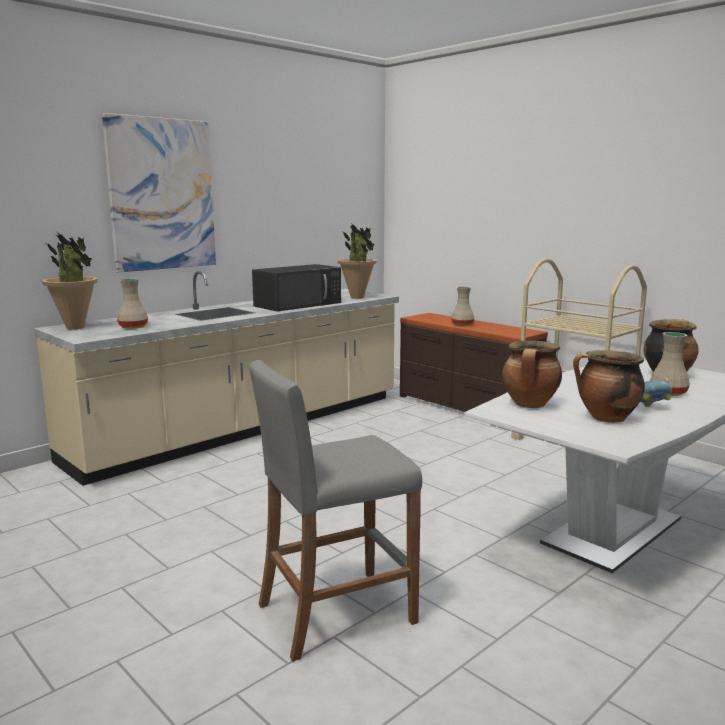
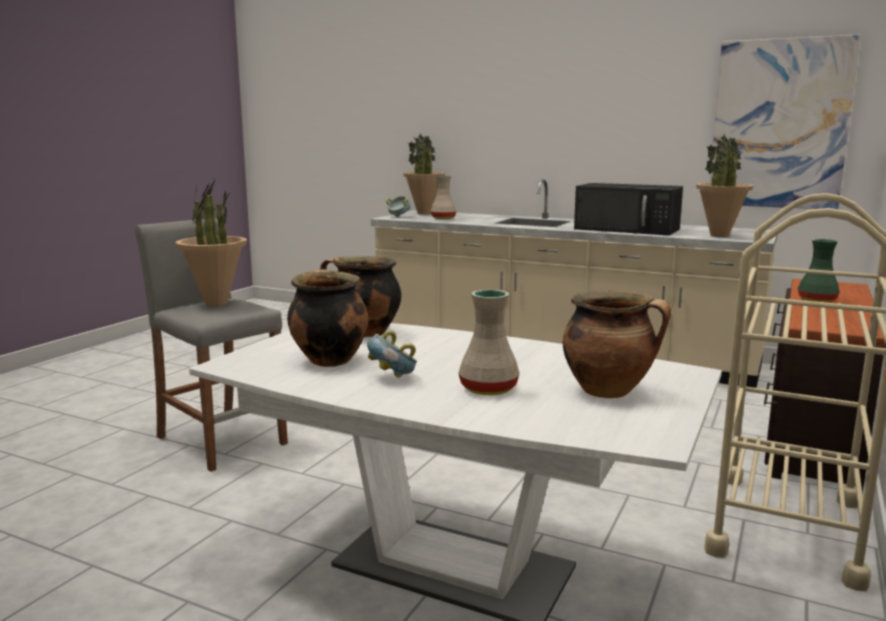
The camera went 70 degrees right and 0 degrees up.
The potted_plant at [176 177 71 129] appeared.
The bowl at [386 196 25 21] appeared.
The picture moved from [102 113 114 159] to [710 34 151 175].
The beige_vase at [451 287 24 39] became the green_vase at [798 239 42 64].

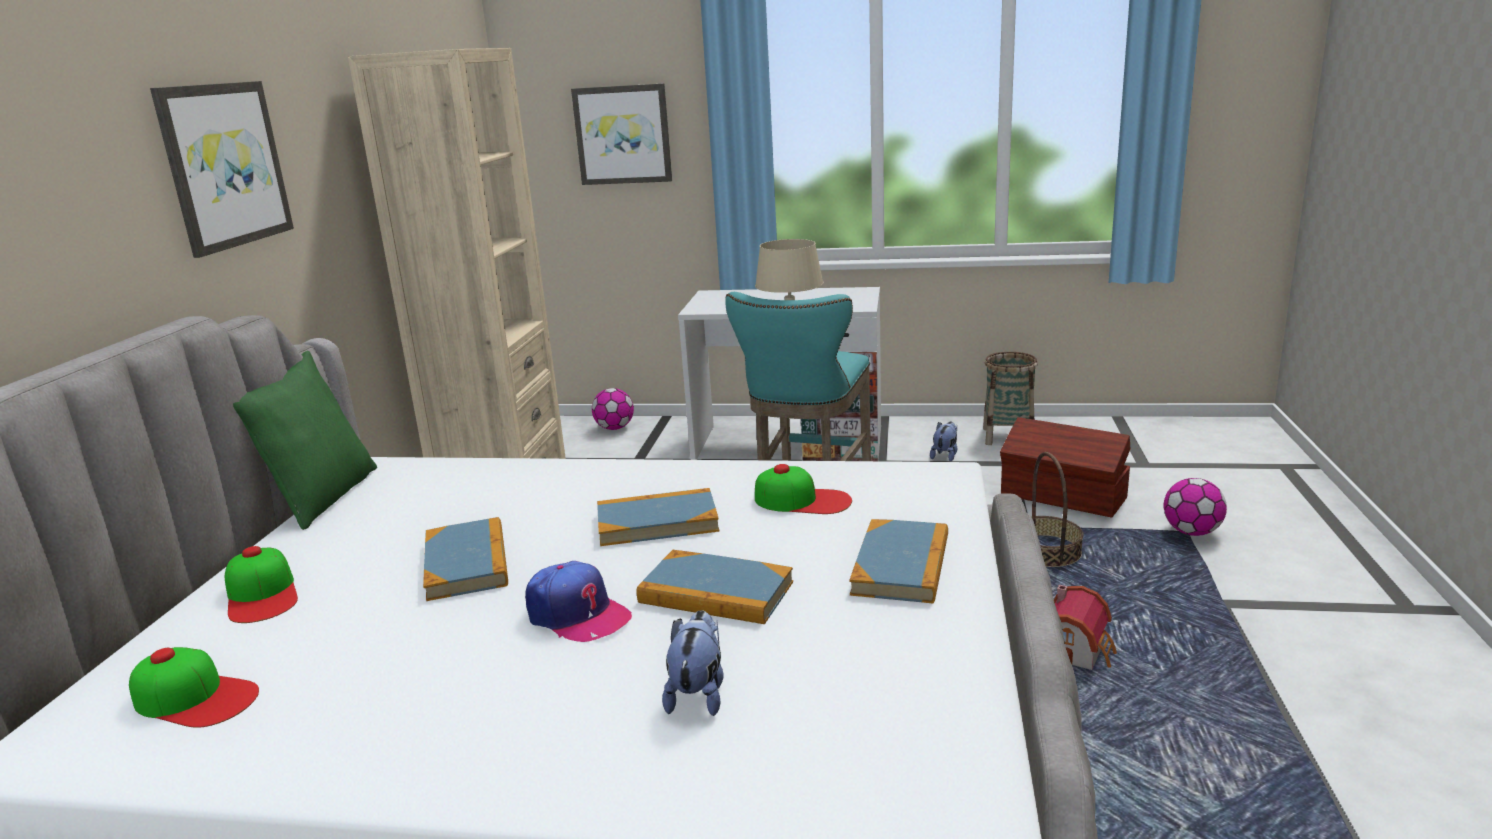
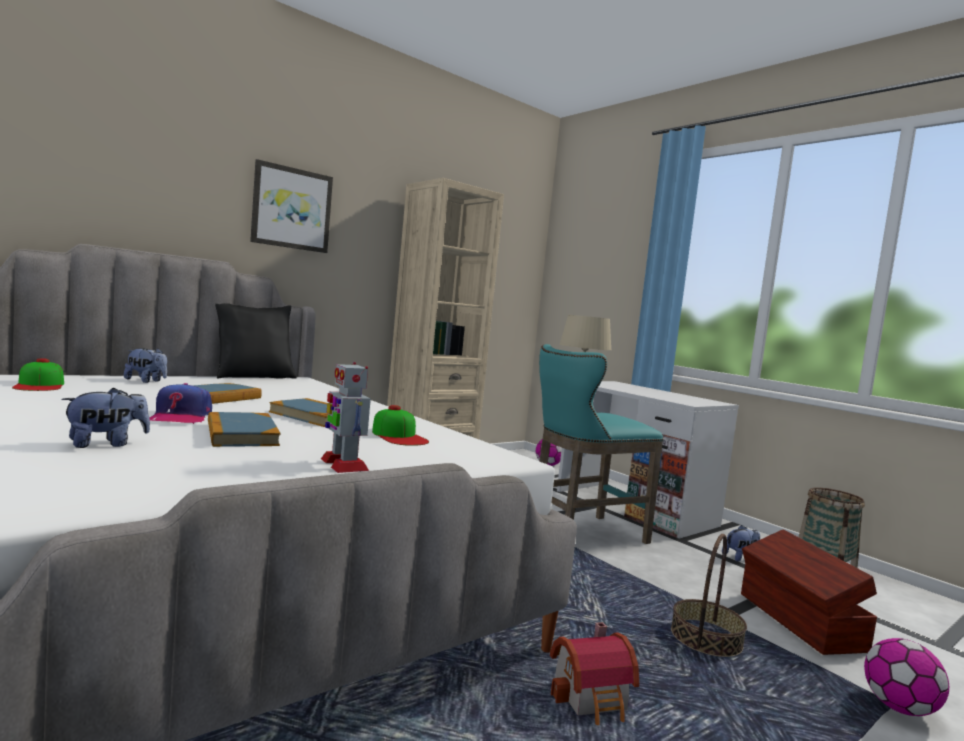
The camera went 40 degrees right and 15 degrees down.
The picture at [571 83 101 102] disappeared.
The cap at [225 546 73 77] was replaced by the plush_toy at [124 348 43 35].
The book at [849 519 99 84] was replaced by the toy_robot at [321 362 50 111].
The green_pillow at [233 351 144 179] became the black_pillow at [215 303 82 76].

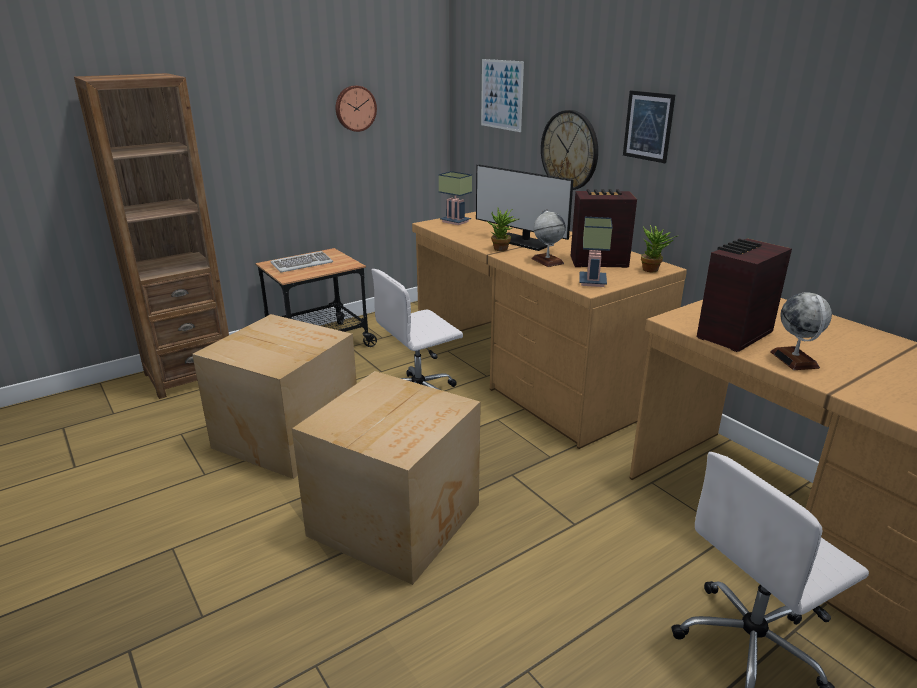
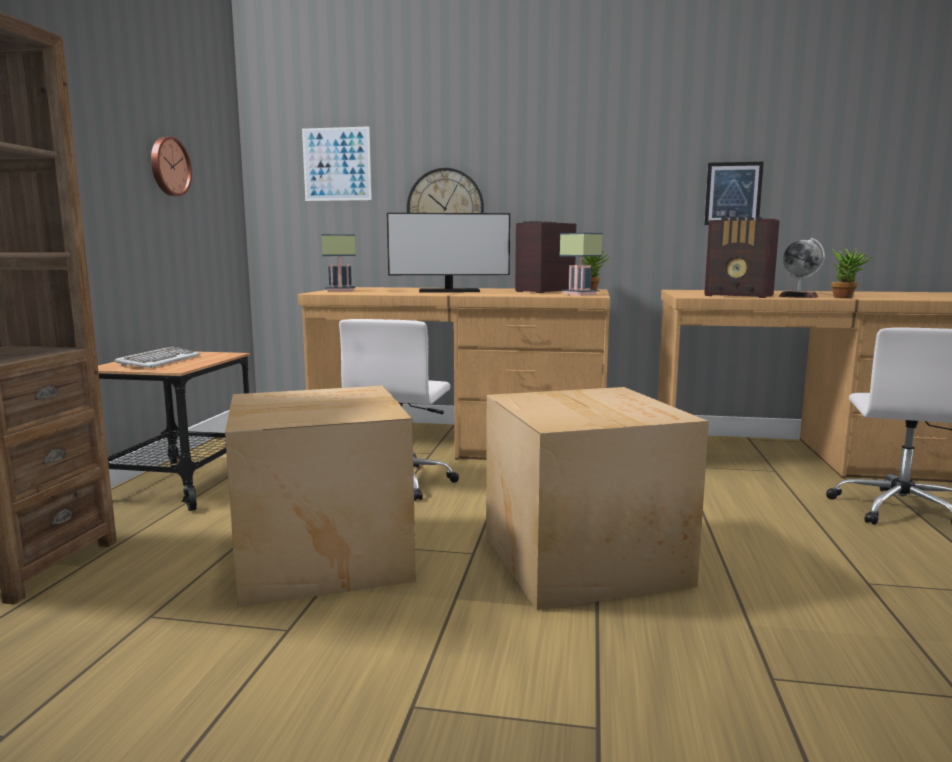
The camera went 45 degrees left and 15 degrees down.
The globe at [532 209 34 58] disappeared.
The potted_plant moved from [487 208 32 43] to [831 248 43 50].
The picture moved from [623 90 52 73] to [704 162 60 63].
The radio at [697 238 95 114] turned 60 degrees counterclockwise.

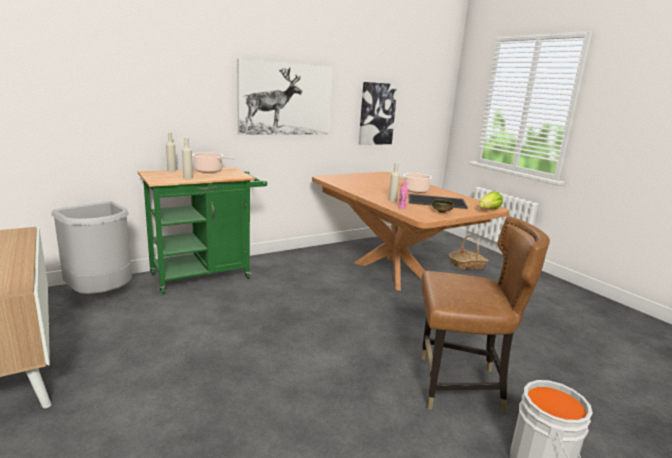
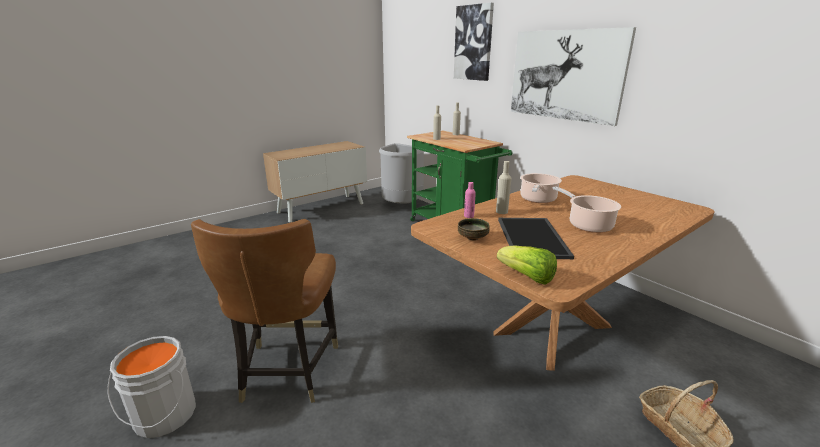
The camera went 85 degrees right and 5 degrees up.
The cooking_pot moved from [192 152 43 21] to [520 173 42 30].
The picture moved from [359 82 39 63] to [454 3 40 78].

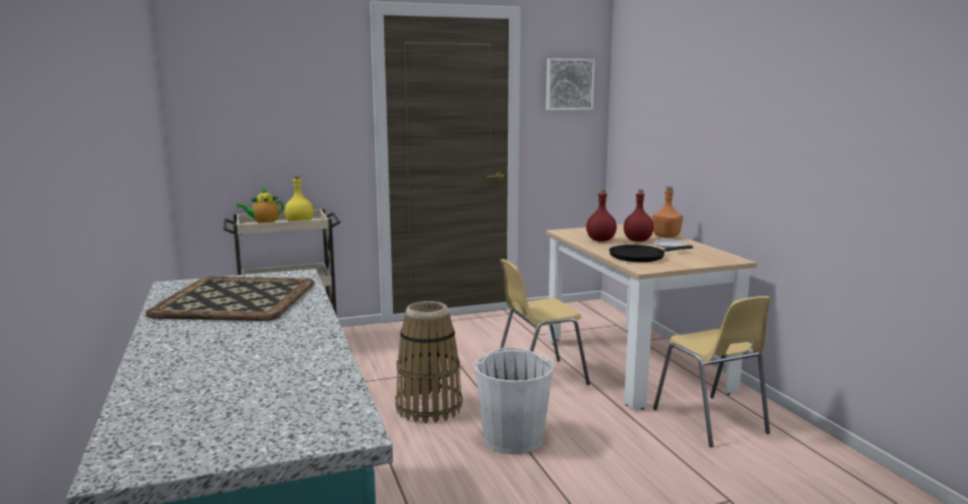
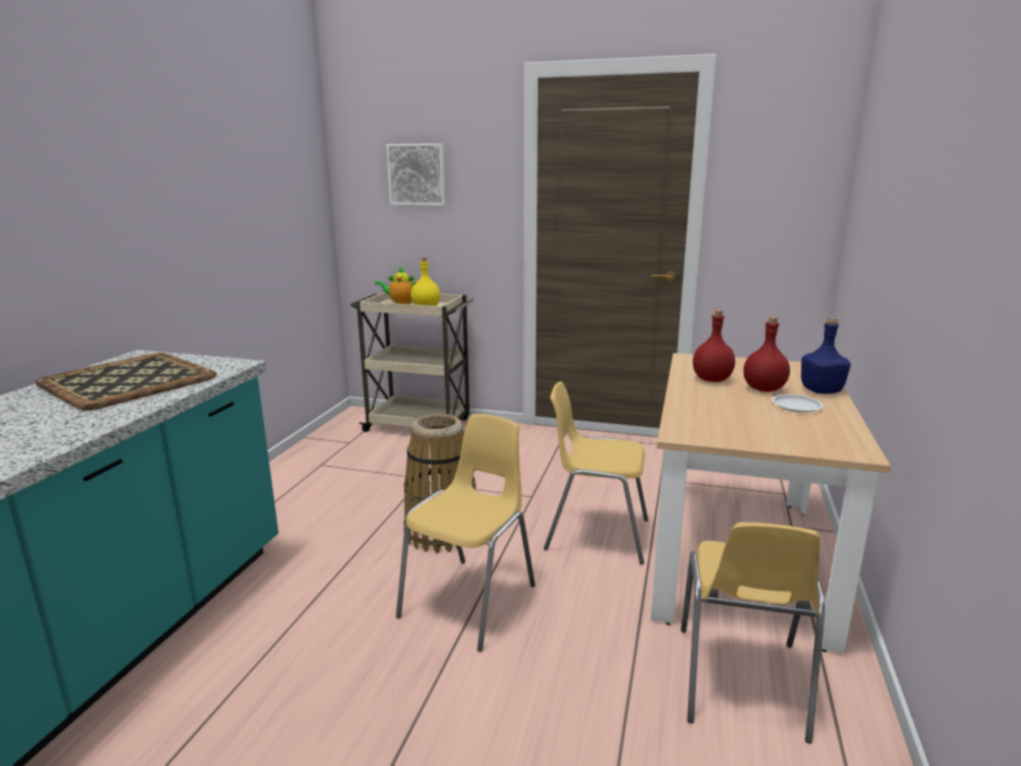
The camera went 35 degrees right and 5 degrees up.
The black_frying_pan at [609 245 84 17] disappeared.
The picture moved from [546 58 49 52] to [386 143 60 63].
The white_bucket at [474 347 80 107] was replaced by the yellow_chair at [396 414 139 238].
The orange_bottle at [652 187 31 51] became the blue_bottle at [801 317 50 77].

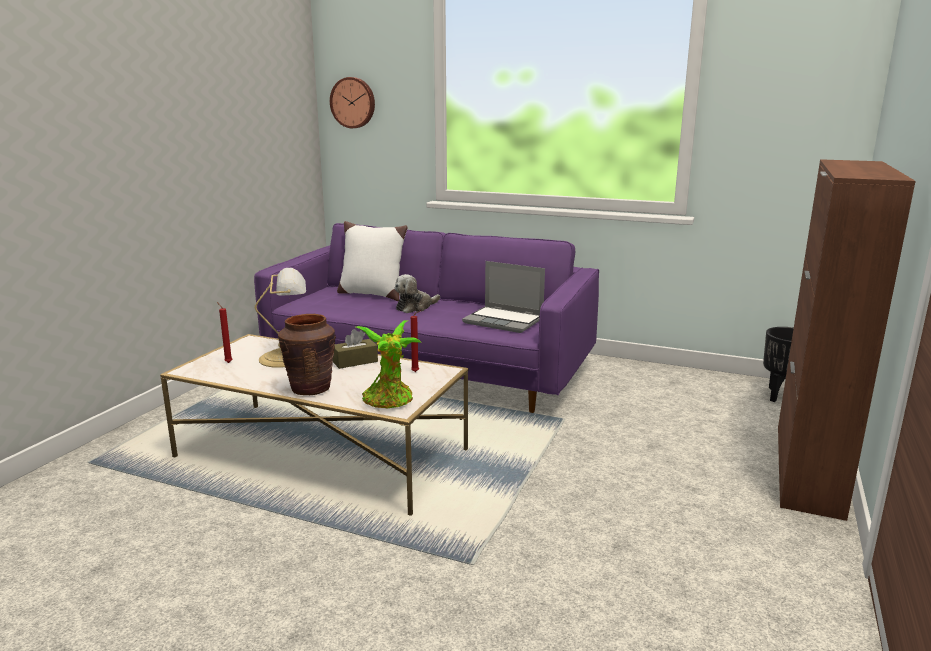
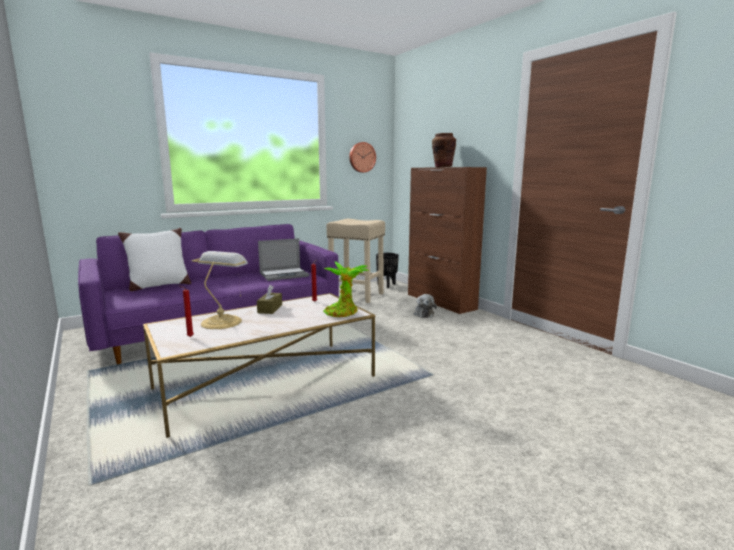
The camera went 55 degrees left and 5 degrees down.
The beige_stool at [327 219 58 84] appeared.
The brown_vase moved from [278 314 58 81] to [432 133 24 34].
The wall_clock moved from [330 77 45 51] to [349 142 27 31].
The plush_toy moved from [394 274 46 39] to [414 294 23 24].

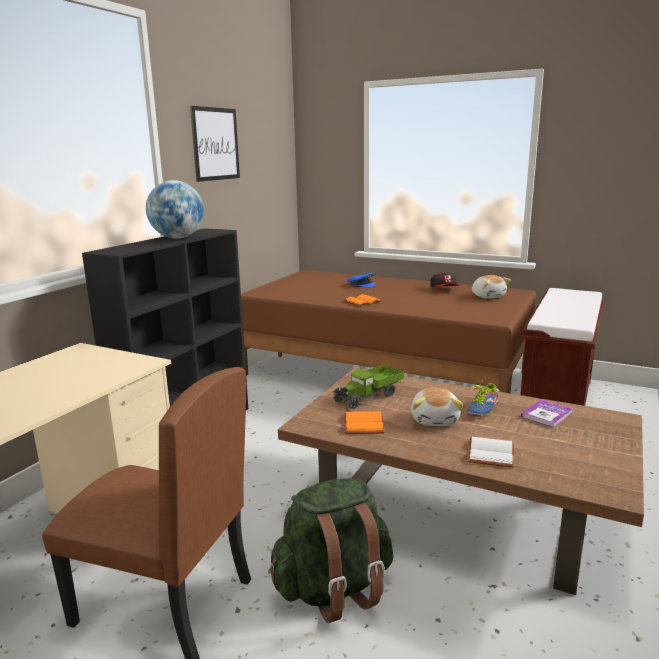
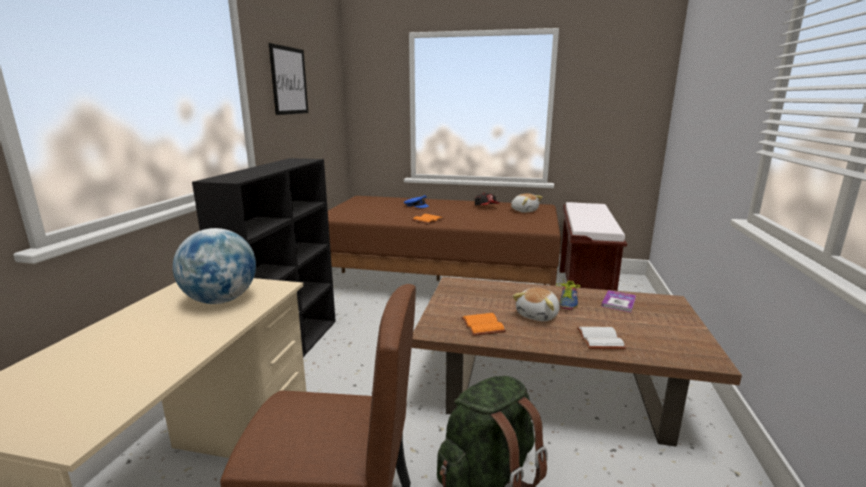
The camera went 15 degrees left and 0 degrees up.
The toy_truck at [333 365 71 44] disappeared.
The globe moved from [146 180 58 58] to [173 228 83 76].
The plush_toy at [411 388 52 38] turned 45 degrees clockwise.

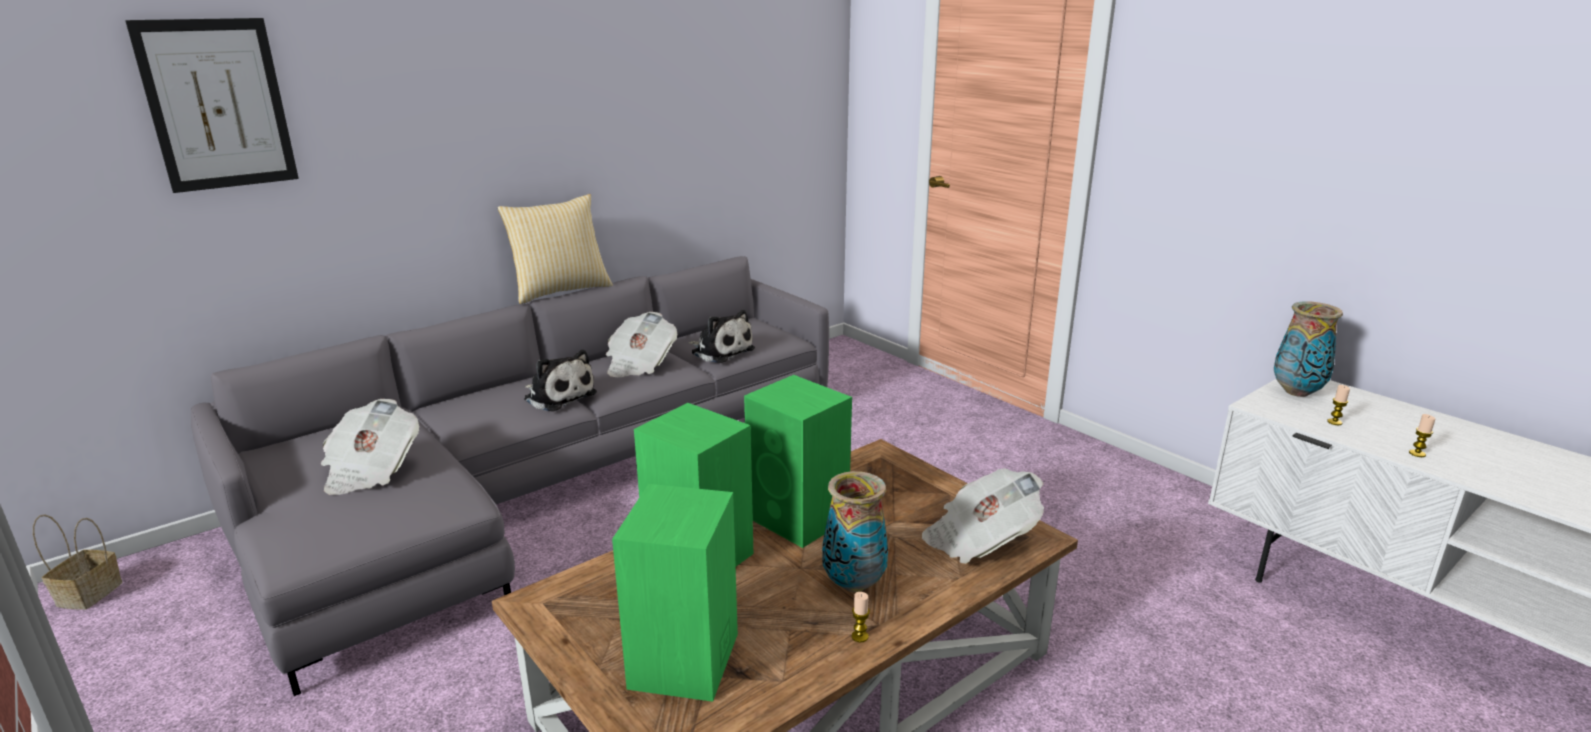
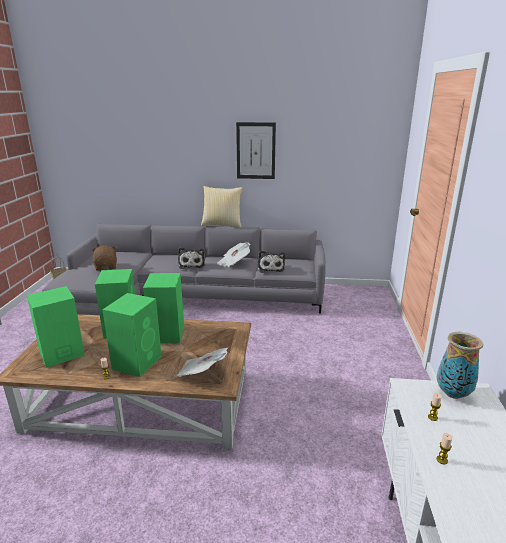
The camera went 45 degrees right and 0 degrees up.
The picture moved from [125 18 174 175] to [236 122 40 57].
The newspaper at [321 399 99 96] was replaced by the brown_plush_toy at [91 245 26 26].
The vase at [822 471 66 121] was replaced by the green_speaker at [102 293 60 84].

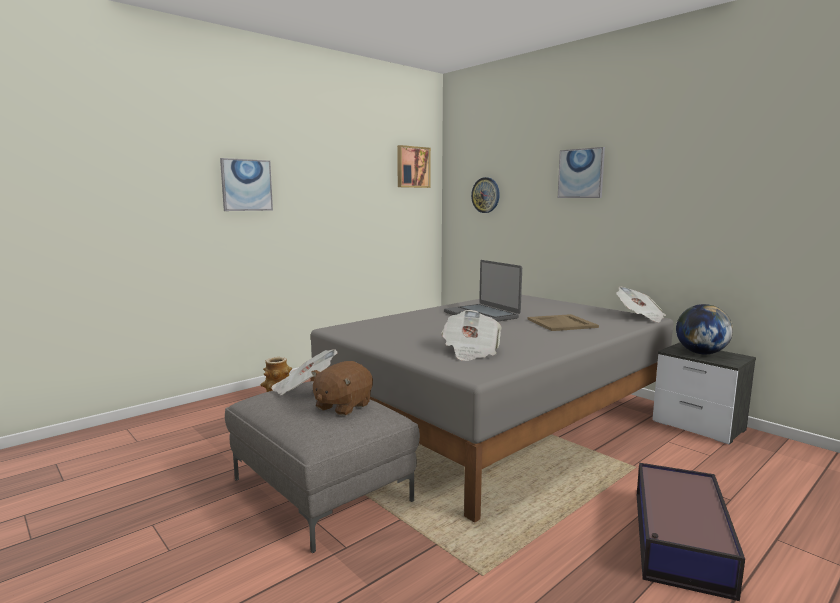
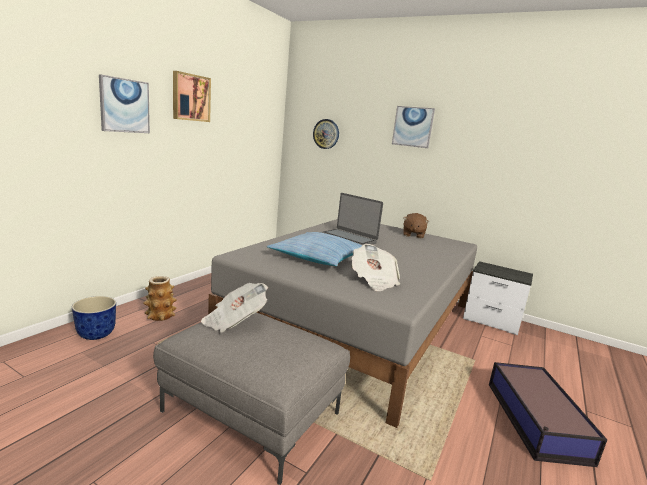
The camera went 20 degrees left and 5 degrees up.
The beige_tray at [527 314 72 17] disappeared.
The newspaper at [616 287 50 35] disappeared.
The globe at [676 304 57 50] disappeared.
The planter at [72 296 44 44] appeared.
The pillow at [267 232 95 34] appeared.
The brown_plush_toy moved from [311 361 62 55] to [403 213 26 26].
The picture moved from [397 145 34 43] to [173 71 38 51].

